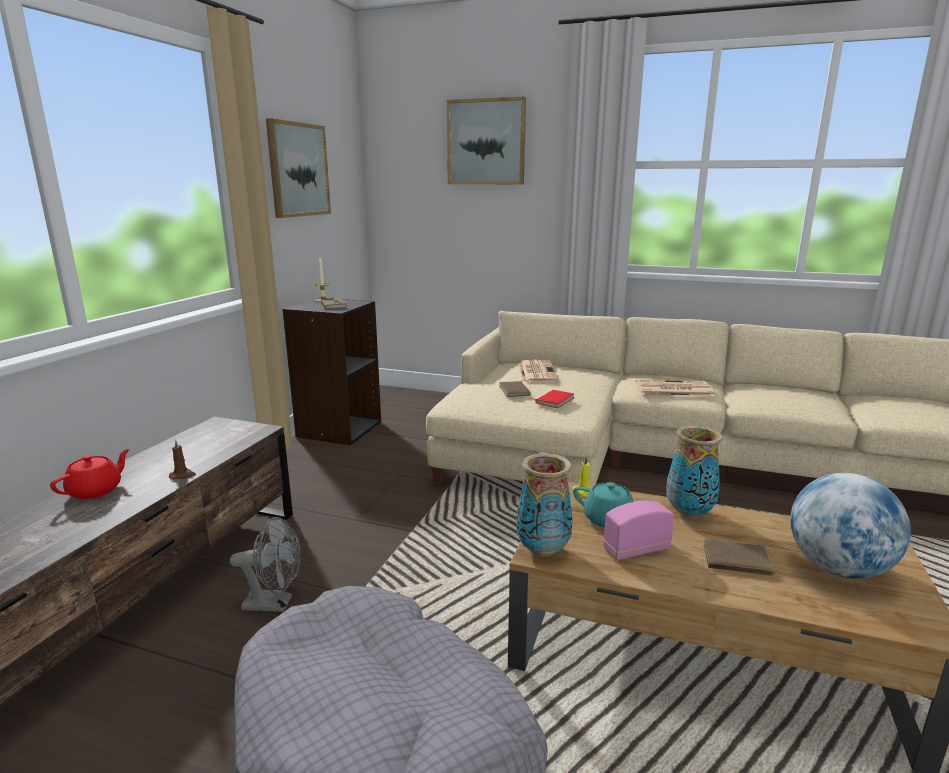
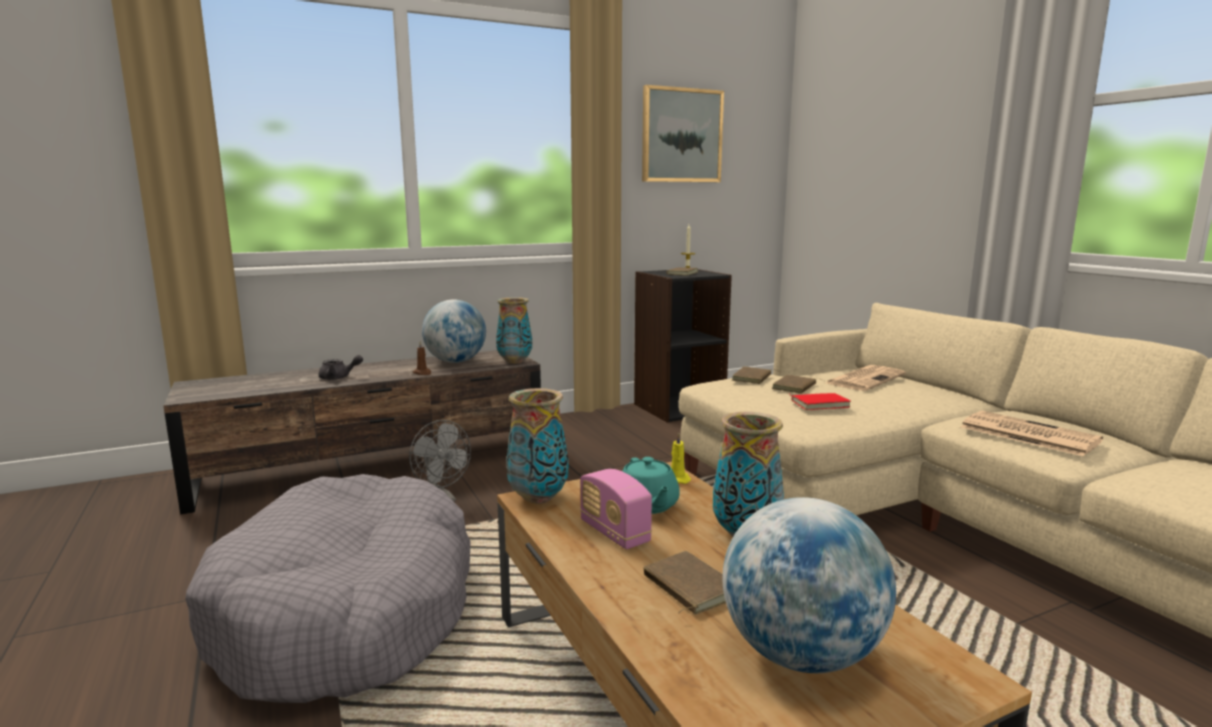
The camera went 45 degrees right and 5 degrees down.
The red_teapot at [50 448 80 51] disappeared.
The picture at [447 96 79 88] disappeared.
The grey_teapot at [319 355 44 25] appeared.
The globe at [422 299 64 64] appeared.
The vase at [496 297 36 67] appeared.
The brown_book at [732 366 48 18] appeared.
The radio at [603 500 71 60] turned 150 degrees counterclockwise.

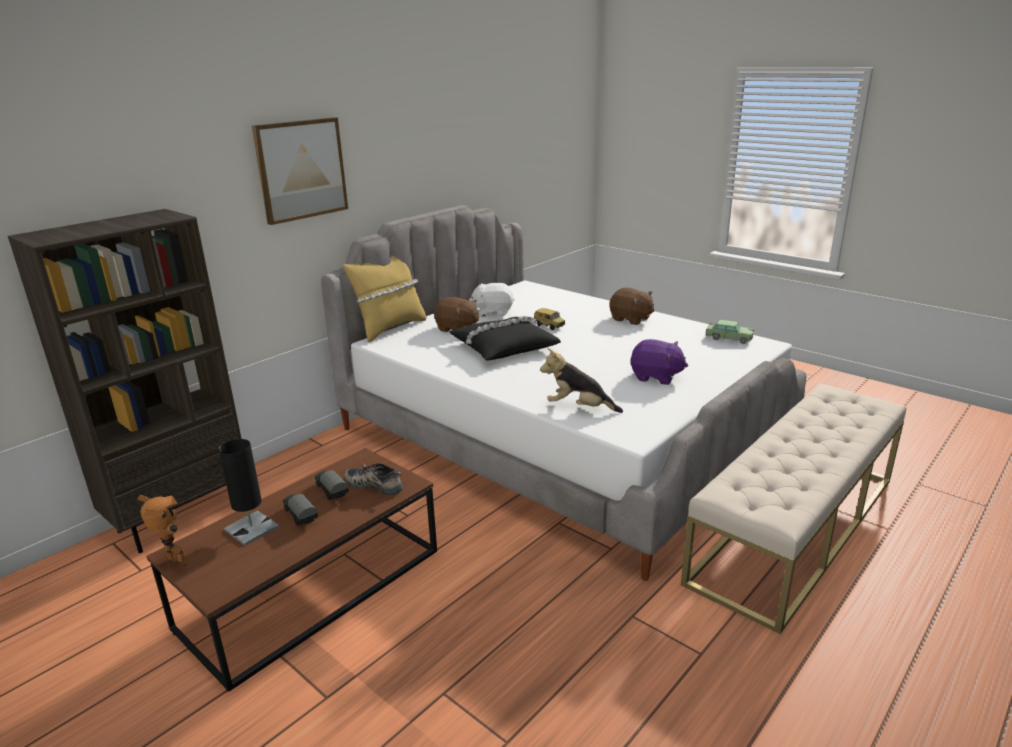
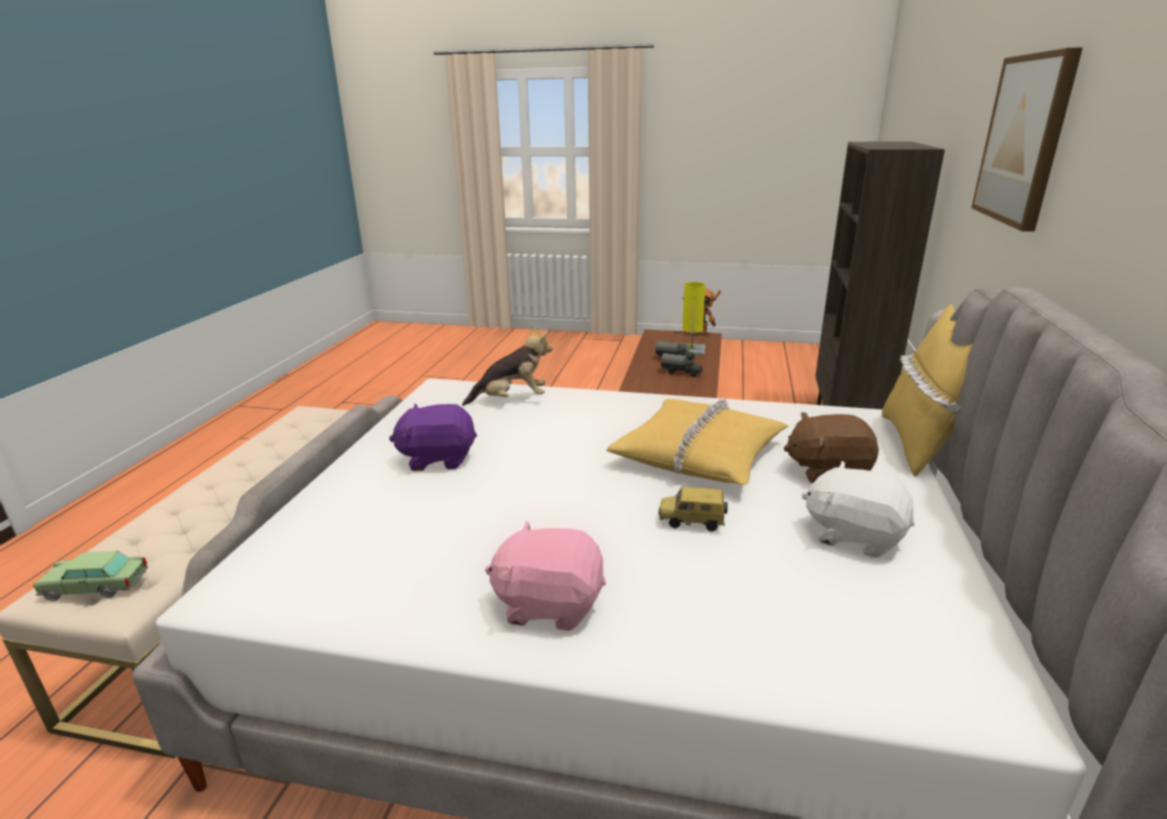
The camera went 150 degrees right and 0 degrees up.
The shoe at [344 463 59 33] disappeared.
The toy_car moved from [706 320 48 24] to [33 551 115 50].
The black_table_lamp at [219 439 60 107] became the yellow_table_lamp at [679 282 27 73].
The black_pillow at [449 316 112 44] became the yellow_pillow at [606 399 182 86].
The brown_plush_toy at [610 287 45 38] became the pink_plush_toy at [485 520 121 111].
The white_plush_toy at [469 283 46 34] turned 120 degrees counterclockwise.

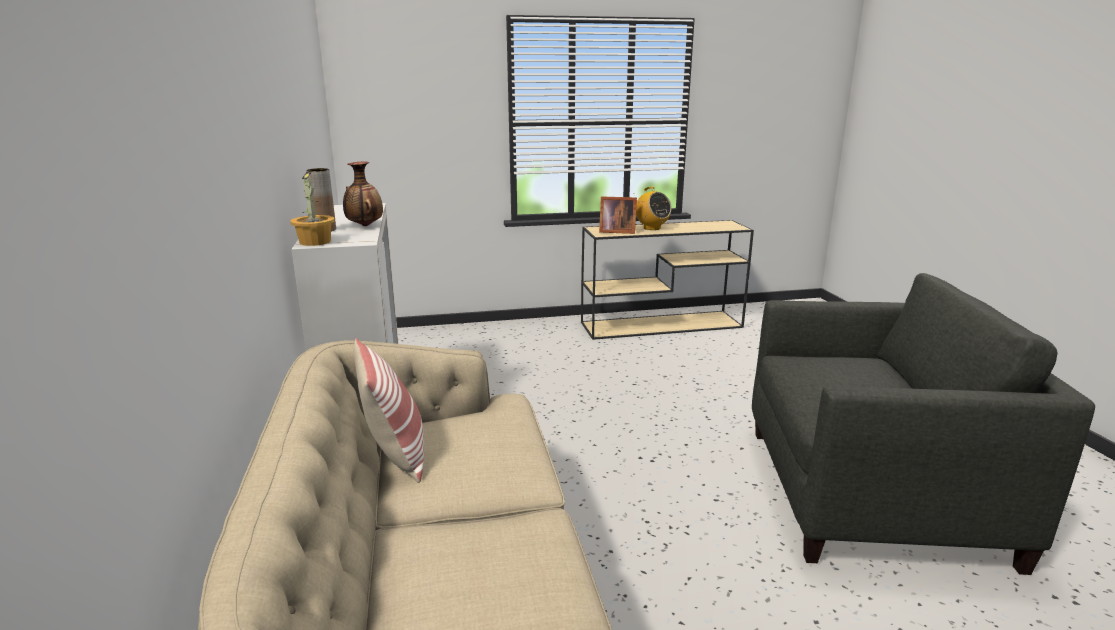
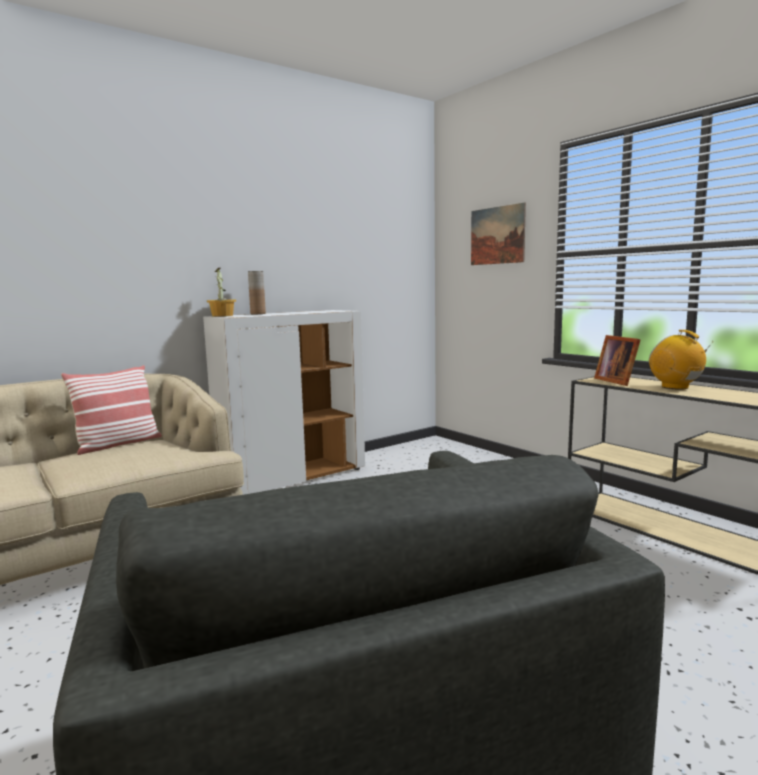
The camera went 65 degrees right and 10 degrees down.
The vase at [343 162 40 64] disappeared.
The picture at [471 203 55 62] appeared.
The radio at [636 187 35 43] turned 120 degrees clockwise.

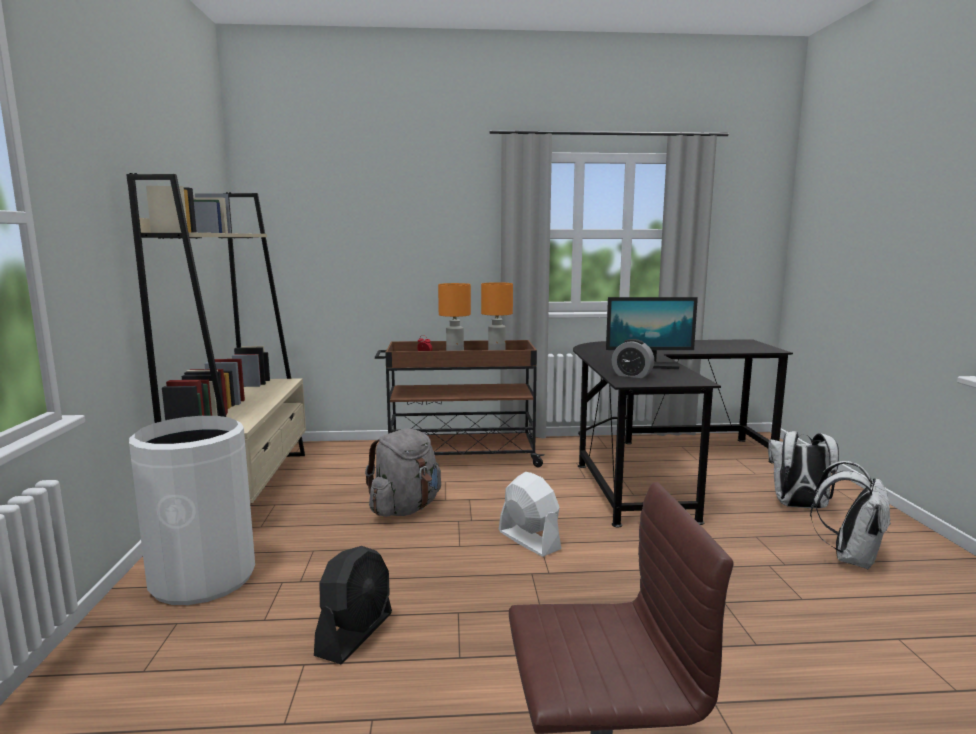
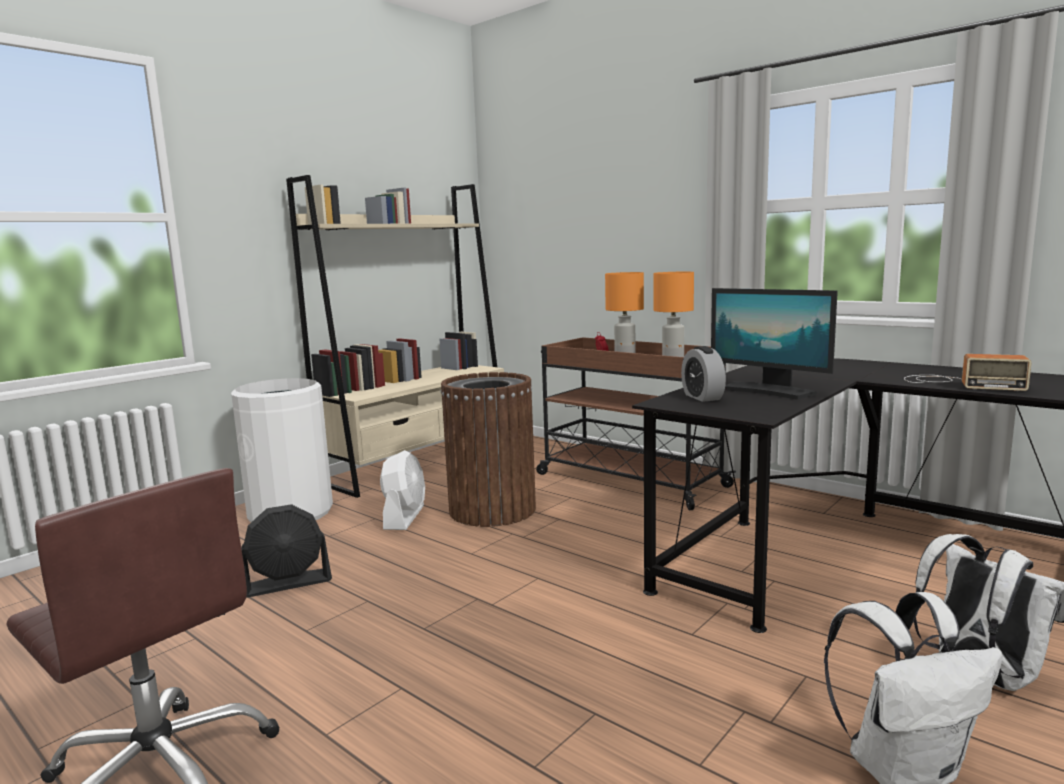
The camera went 45 degrees right and 0 degrees up.
The radio at [904 354 128 37] appeared.
The white_fan moved from [499 472 63 85] to [380 450 45 80].
The grey_backpack at [365 429 76 88] was replaced by the brown_trash_can at [440 372 96 155].

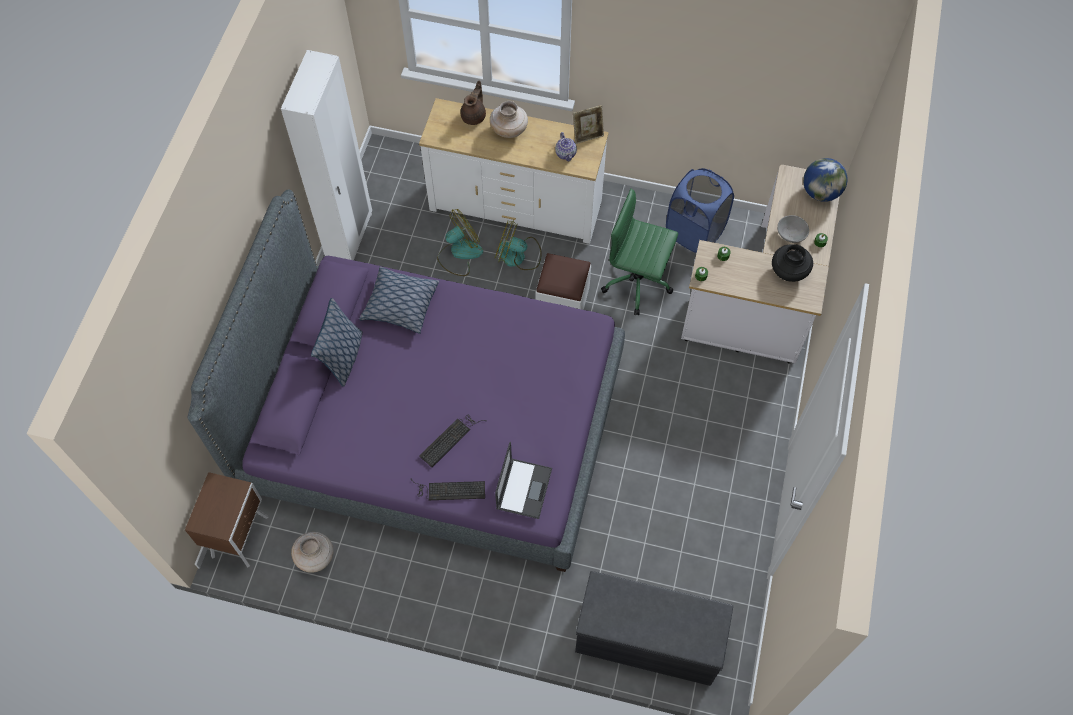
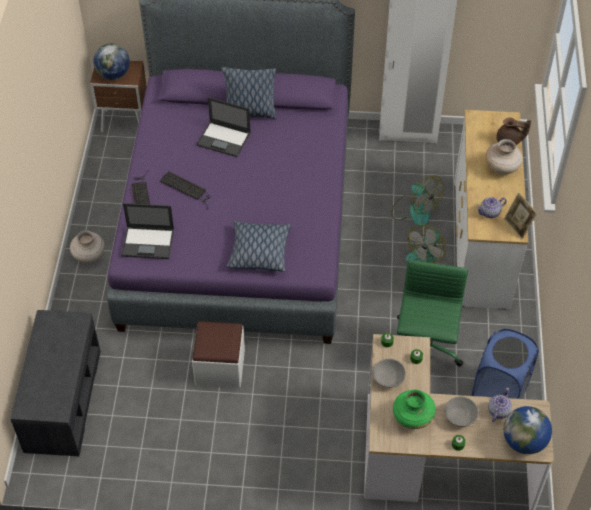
The camera went 80 degrees right and 10 degrees down.
The globe at [93 43 37 37] appeared.
The laptop at [196 97 55 60] appeared.
The grey_bowl at [373 359 33 29] appeared.
The teapot at [488 387 24 35] appeared.
The beige_vase moved from [291 532 43 41] to [70 230 35 33].
The pillow moved from [359 267 80 67] to [226 221 65 51].
The white_ottoman moved from [535 253 56 57] to [192 321 53 67].
The black_vase at [772 244 41 38] became the green_vase at [393 390 43 39].
The fan at [495 219 47 51] turned 150 degrees counterclockwise.

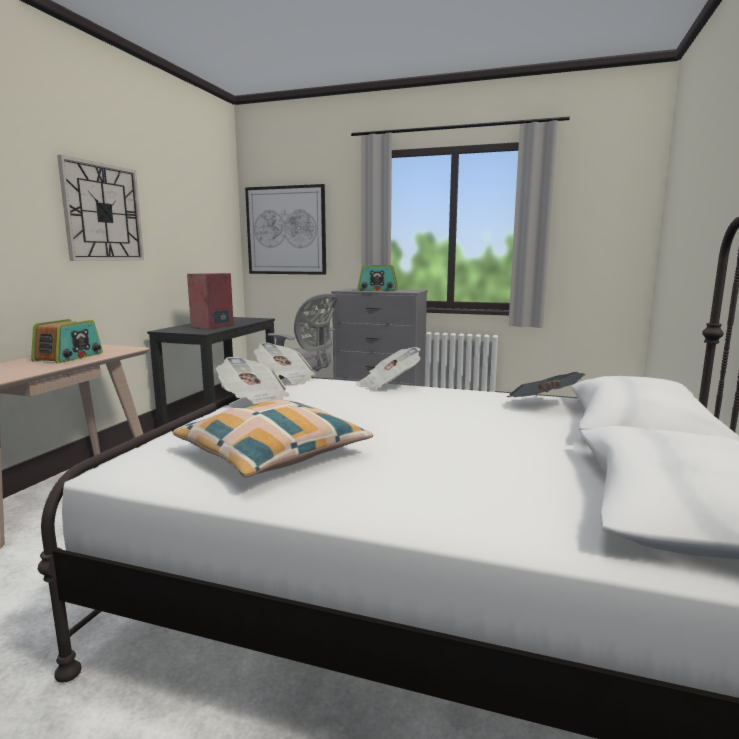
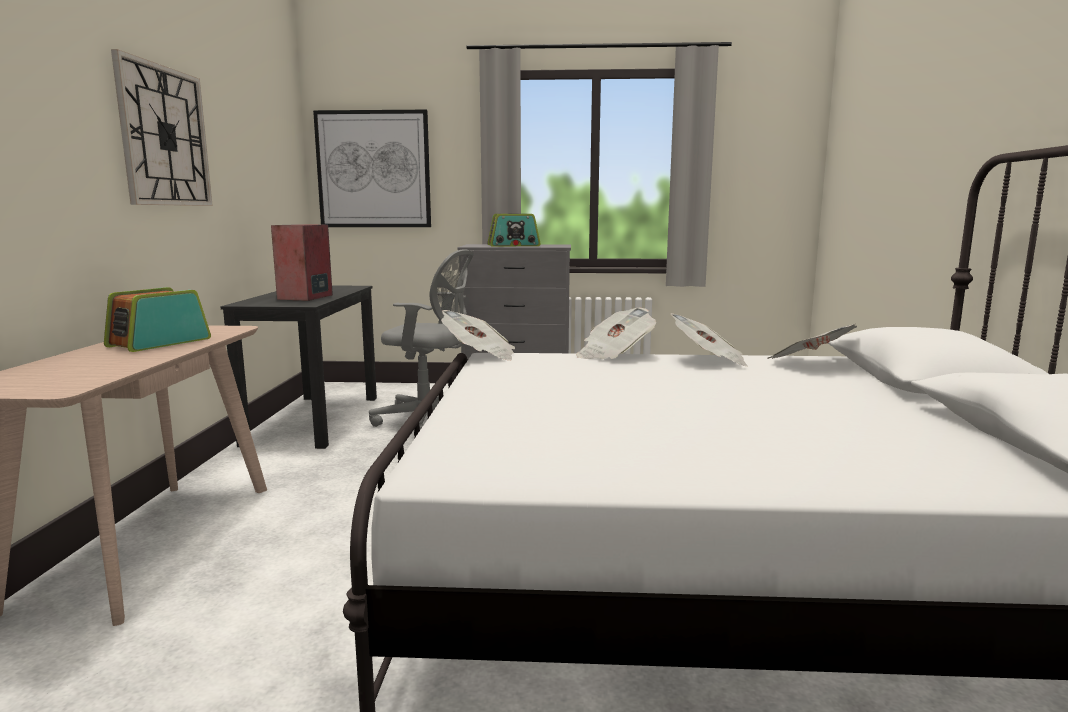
The camera went 15 degrees left and 0 degrees up.
The pillow at [173 400 200 77] disappeared.
The newspaper moved from [216 357 73 47] to [670 313 78 54].
The radio at [31 319 72 44] turned 150 degrees counterclockwise.

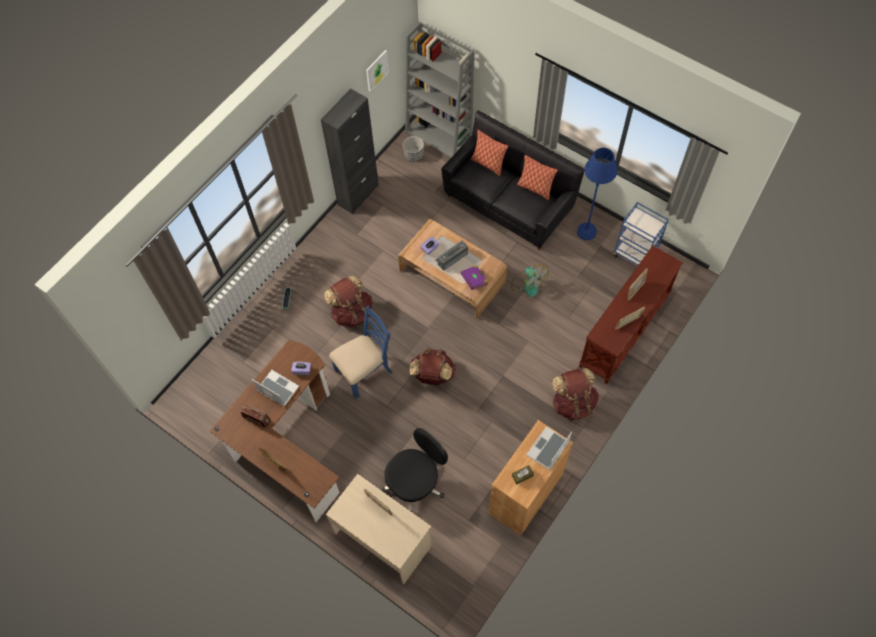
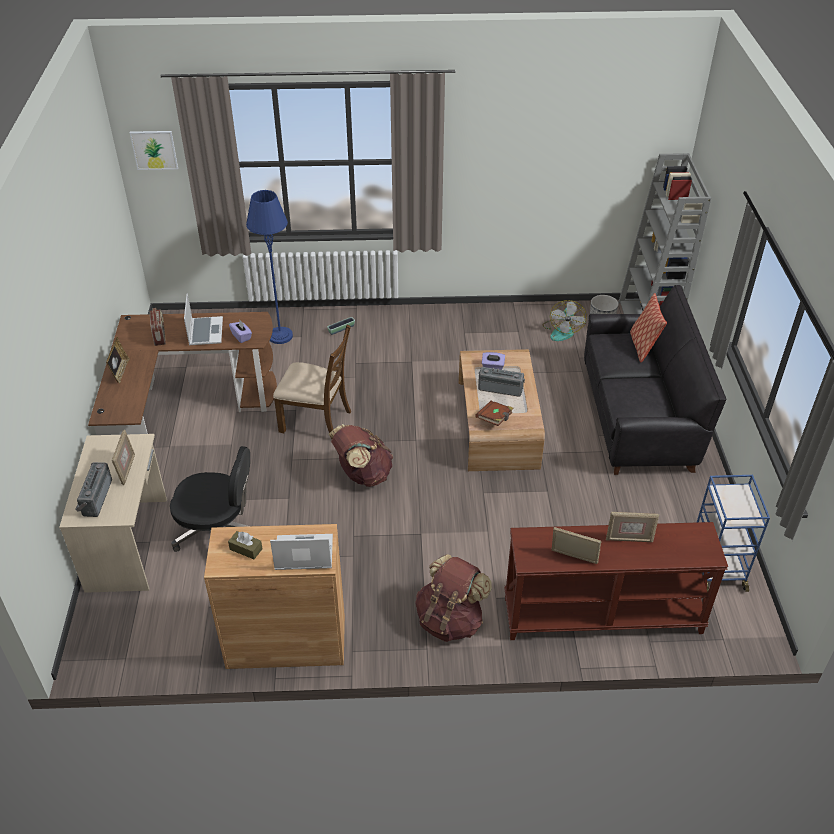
The camera went 50 degrees right and 20 degrees down.
The black_cabinet at [321 89 58 125] disappeared.
The brown_backpack at [324 275 49 53] disappeared.
The pillow at [517 155 41 45] disappeared.
The radio at [75 462 37 55] appeared.
The picture moved from [366 50 23 42] to [130 131 48 39].
The fan moved from [511 264 38 33] to [543 300 44 41].
The blue_floor_lamp moved from [577 148 40 92] to [246 190 47 154].
The blue_chair at [329 305 64 94] became the brown_chair at [273 324 78 115].
The purple_book at [460 265 28 25] became the brown_book at [475 401 38 25].

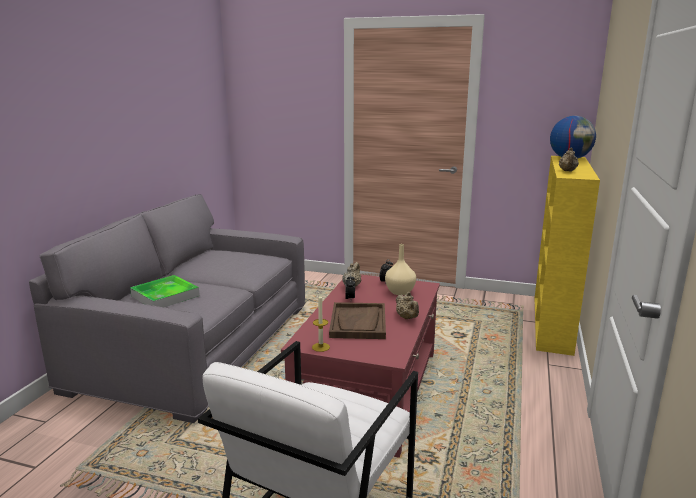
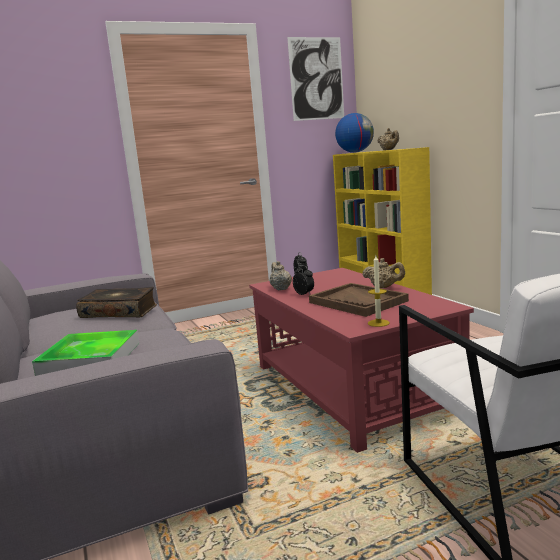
The camera went 40 degrees left and 5 degrees down.
The beige_vase at [385 244 31 51] disappeared.
The book at [76 287 81 31] appeared.
The picture at [287 37 57 84] appeared.

